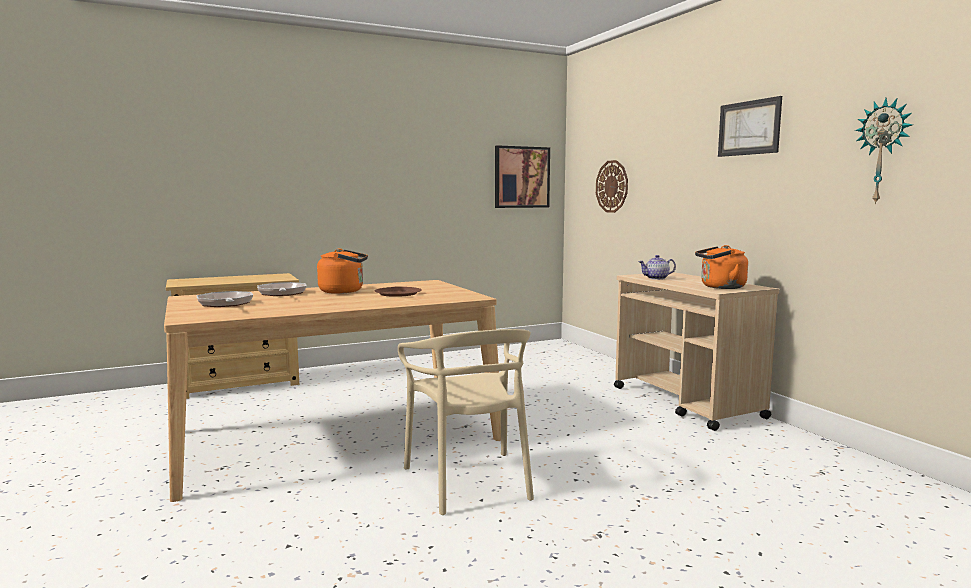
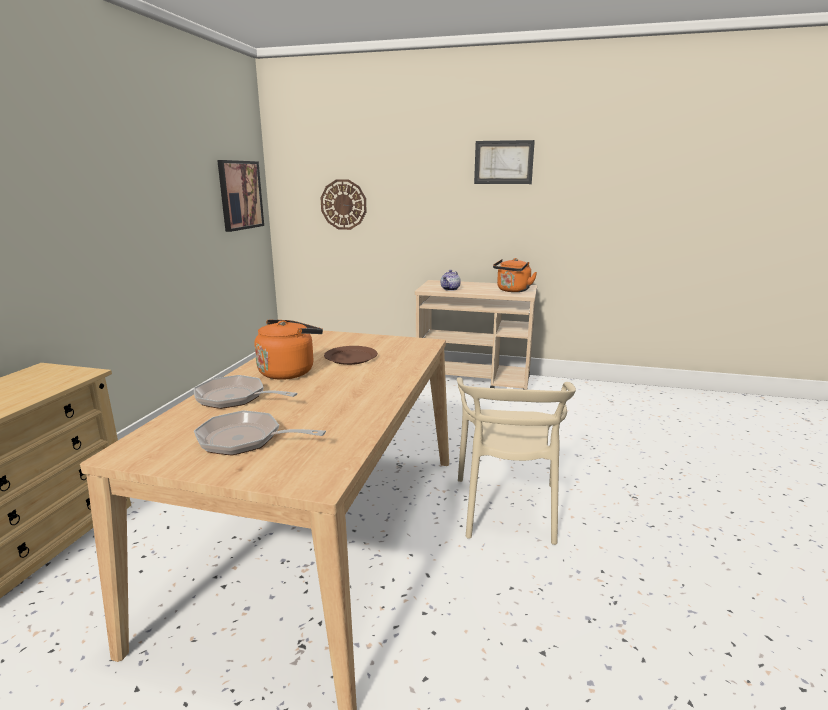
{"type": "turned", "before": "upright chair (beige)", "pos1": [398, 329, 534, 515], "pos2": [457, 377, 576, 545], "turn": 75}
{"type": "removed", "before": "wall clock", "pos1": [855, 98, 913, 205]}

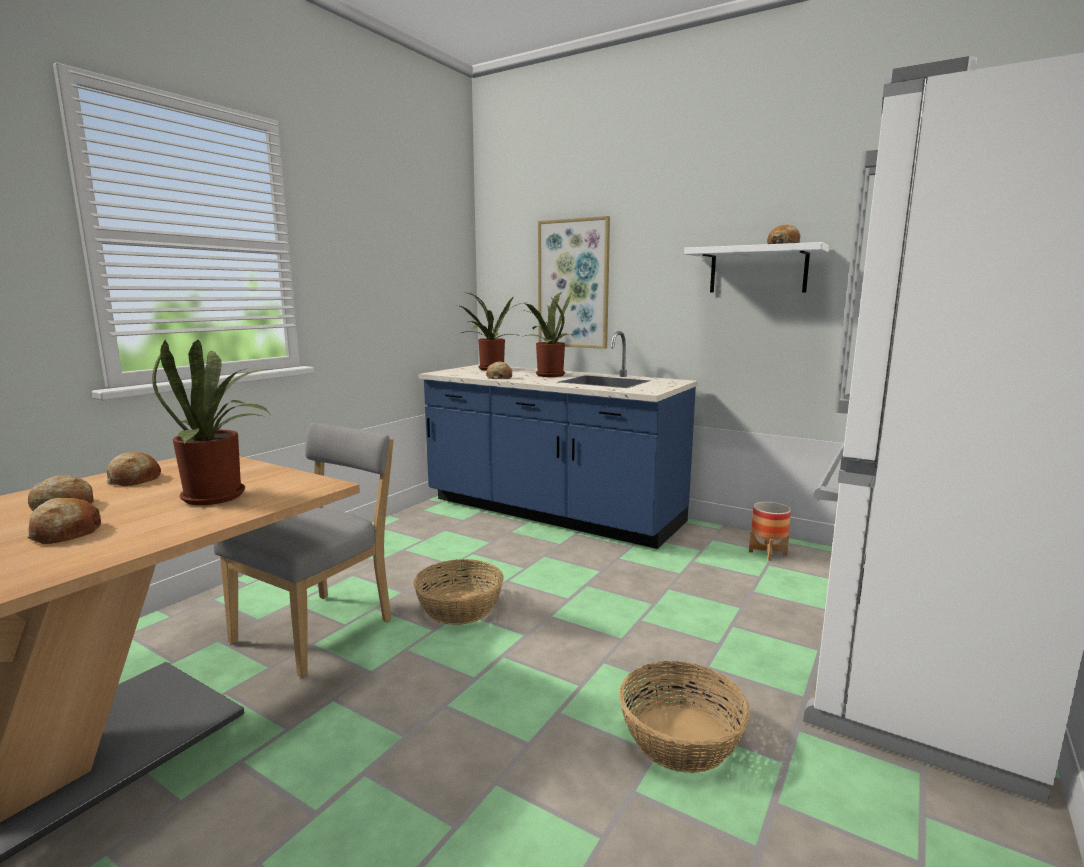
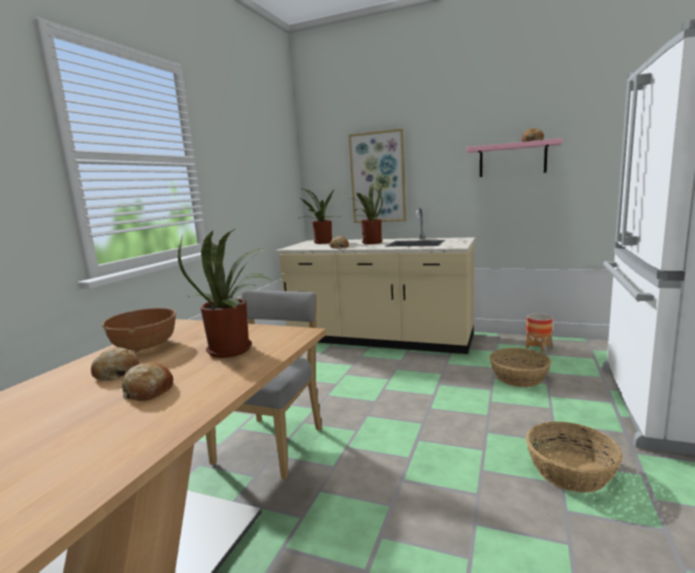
{"type": "replaced", "before": "baked bread", "after": "serving bowl (brown-coloured)", "pos1": [106, 452, 161, 486], "pos2": [102, 308, 176, 352]}
{"type": "recoloured", "before": "kitchen base unit (blue)", "after": "kitchen base unit (beige)", "pos1": [418, 331, 698, 549], "pos2": [275, 208, 475, 354]}
{"type": "recoloured", "before": "shelf (whitish)", "after": "shelf (pink)", "pos1": [684, 242, 829, 293], "pos2": [466, 138, 563, 177]}
{"type": "moved", "before": "storage basket", "pos1": [413, 559, 504, 625], "pos2": [489, 348, 551, 387]}

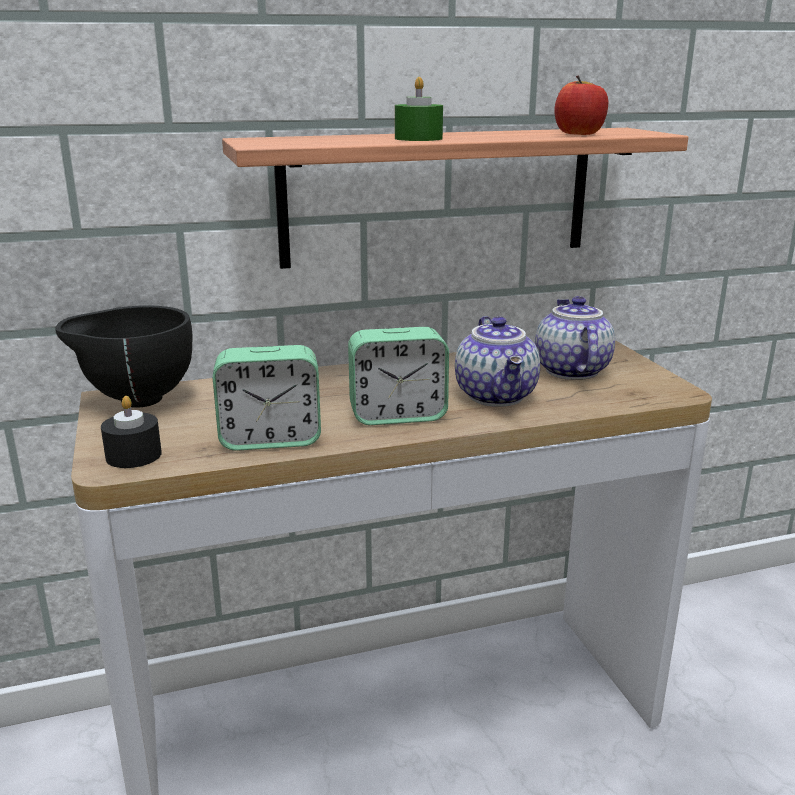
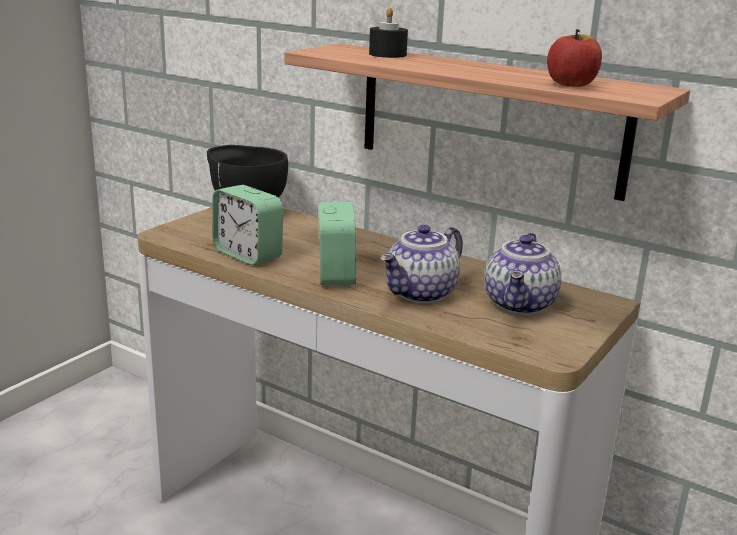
{"type": "turned", "before": "bedside clock", "pos1": [348, 327, 449, 425], "pos2": [319, 202, 356, 285], "turn": -135}
{"type": "moved", "before": "wax light (black)", "pos1": [101, 396, 162, 468], "pos2": [369, 7, 408, 58]}
{"type": "turned", "before": "teapot", "pos1": [535, 296, 615, 380], "pos2": [485, 233, 562, 315], "turn": 150}
{"type": "removed", "before": "wax light (greenish)", "pos1": [395, 77, 443, 141]}

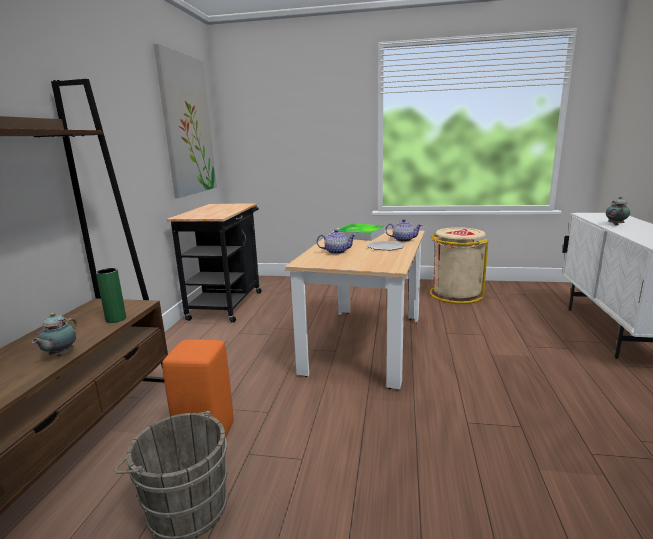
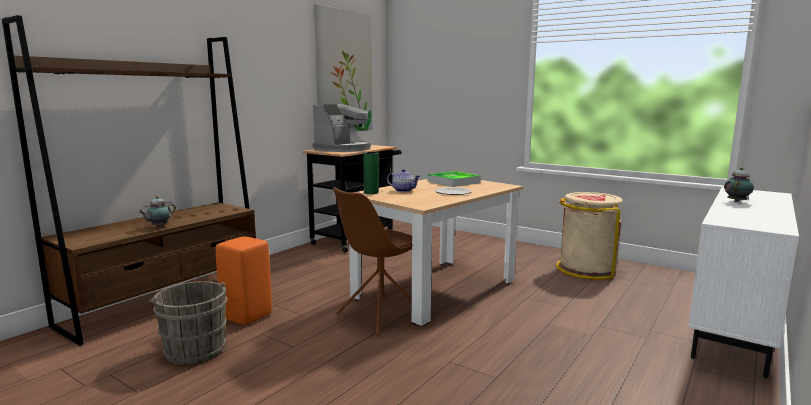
{"type": "added", "after": "coffee maker", "pos2": [312, 104, 371, 152]}
{"type": "added", "after": "upright chair (brown-coloured)", "pos2": [333, 187, 413, 336]}
{"type": "moved", "before": "decorative vase (greenish)", "pos1": [96, 268, 126, 323], "pos2": [363, 152, 379, 194]}
{"type": "removed", "before": "teapot", "pos1": [385, 219, 422, 242]}

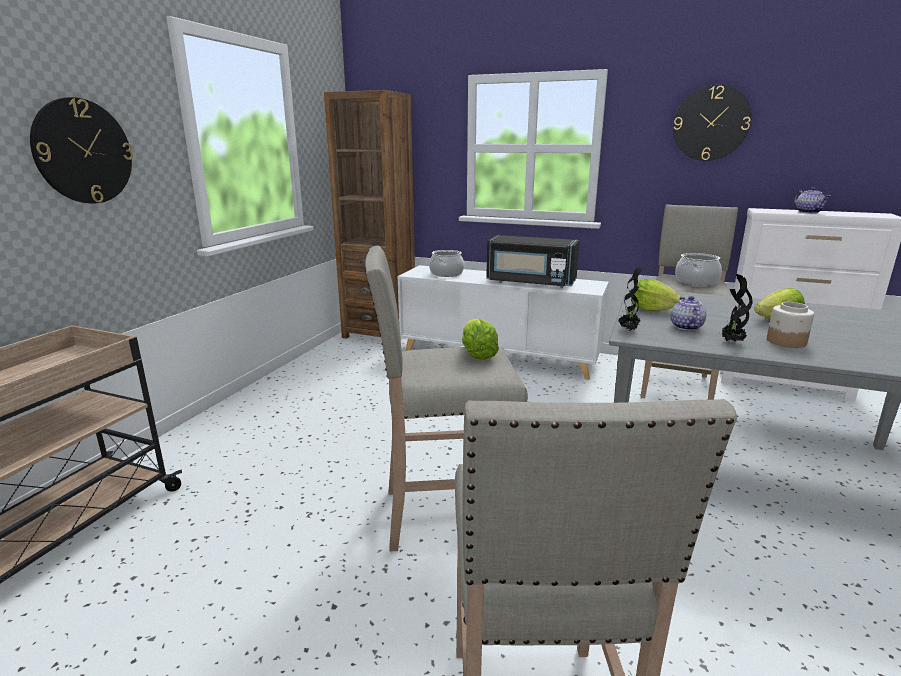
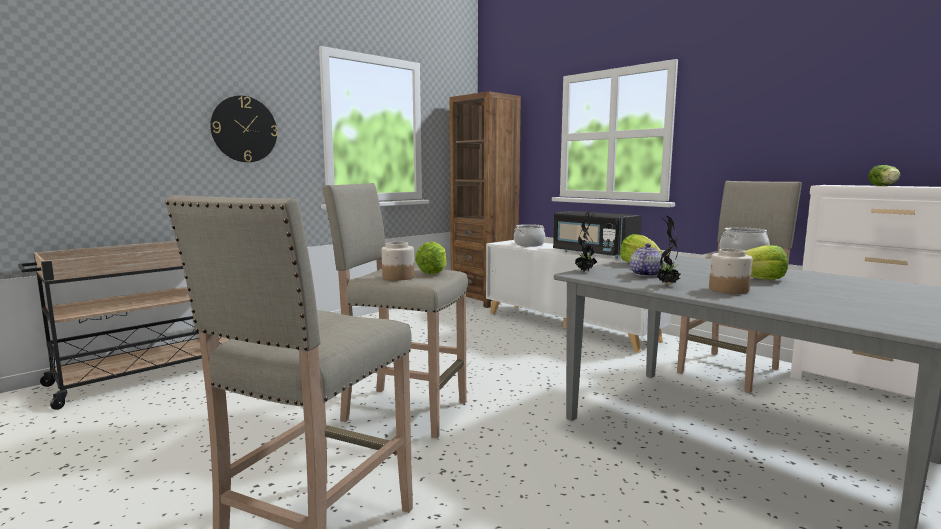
{"type": "added", "after": "preserve jar", "pos2": [382, 242, 414, 281]}
{"type": "replaced", "before": "teapot", "after": "lettuce", "pos1": [794, 187, 831, 213], "pos2": [868, 165, 900, 186]}
{"type": "removed", "before": "wall clock", "pos1": [673, 85, 751, 161]}

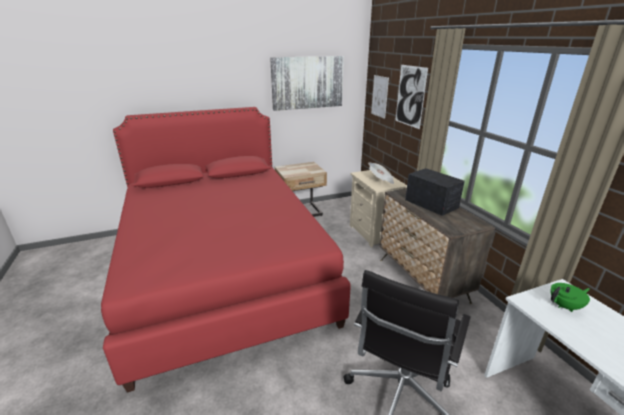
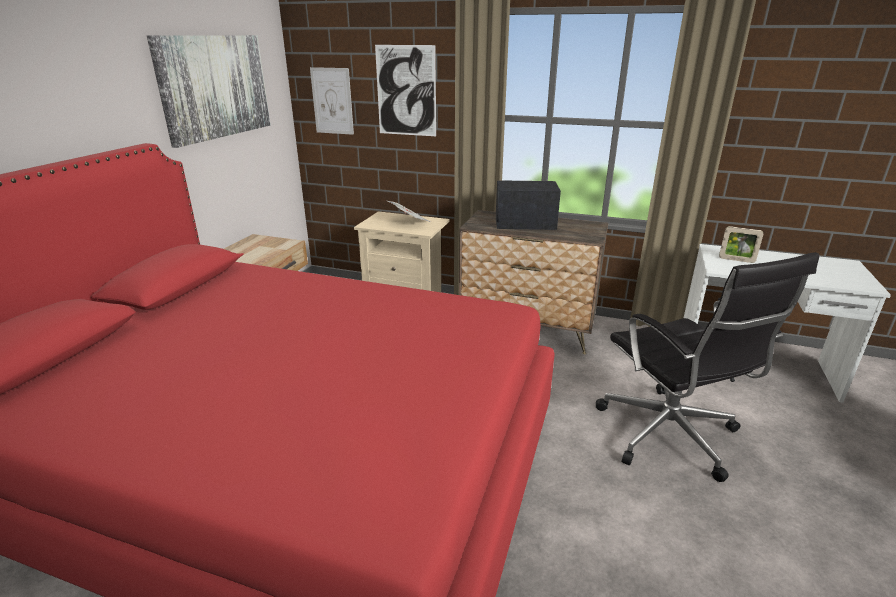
{"type": "replaced", "before": "teapot (greenish)", "after": "standing frame", "pos1": [551, 283, 590, 312], "pos2": [719, 226, 763, 263]}

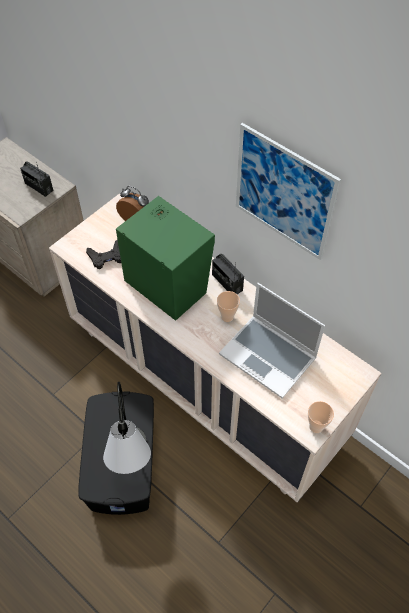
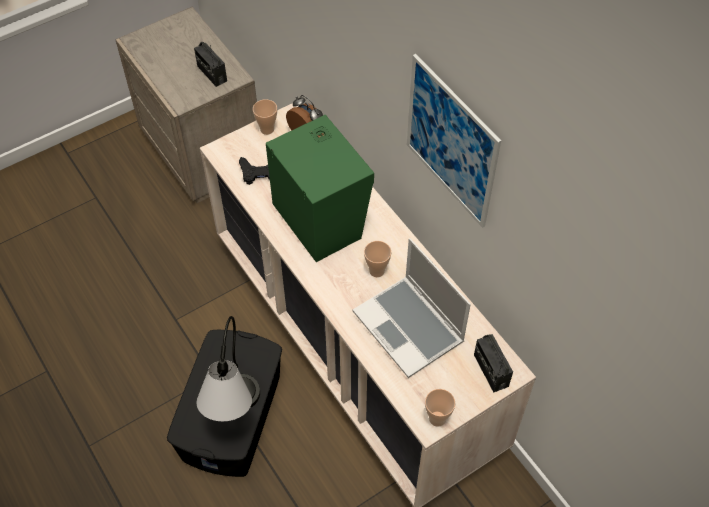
{"type": "added", "after": "cup", "pos2": [253, 99, 277, 135]}
{"type": "moved", "before": "radio", "pos1": [212, 254, 244, 294], "pos2": [474, 334, 513, 392]}

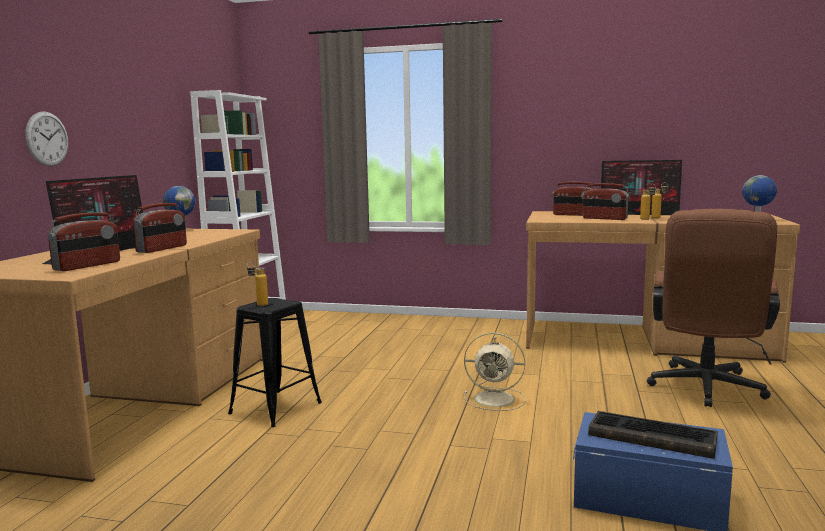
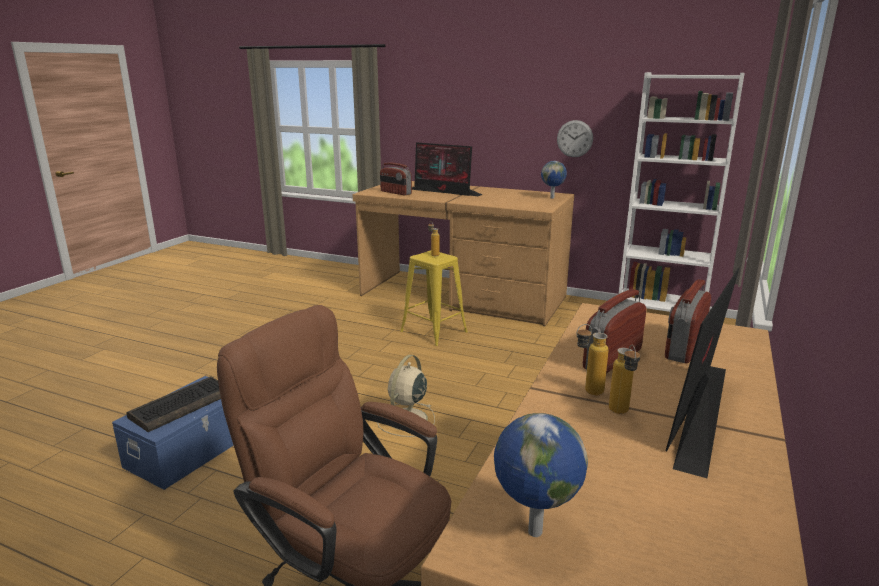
{"type": "recoloured", "before": "stool (black)", "after": "stool (yellow-coloured)", "pos1": [228, 298, 322, 427], "pos2": [400, 251, 468, 346]}
{"type": "moved", "before": "wall clock", "pos1": [25, 111, 68, 167], "pos2": [557, 120, 593, 157]}
{"type": "removed", "before": "radio", "pos1": [133, 203, 187, 253]}

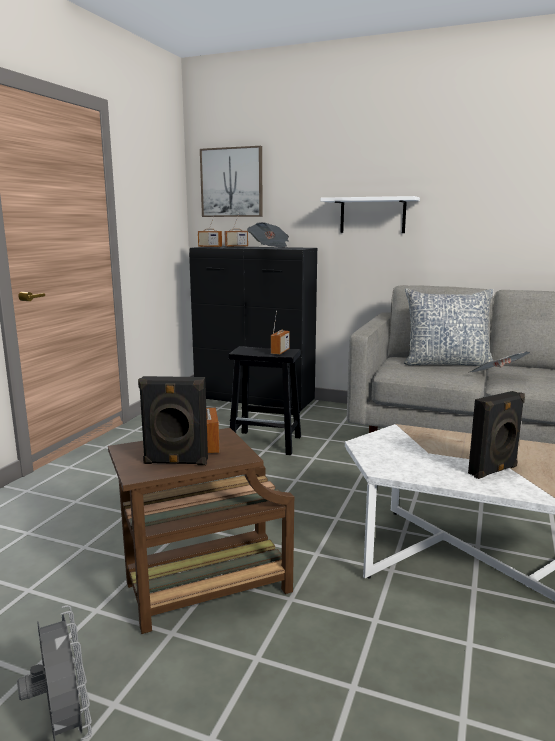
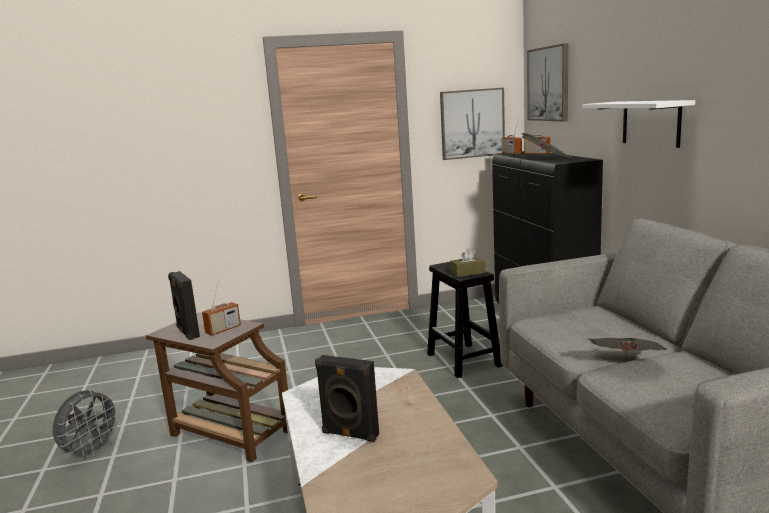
{"type": "added", "after": "wall art", "pos2": [440, 88, 505, 160]}
{"type": "replaced", "before": "radio", "after": "tissue box (brown-coloured)", "pos1": [271, 311, 290, 355], "pos2": [450, 248, 485, 277]}
{"type": "removed", "before": "pillow", "pos1": [404, 288, 493, 366]}

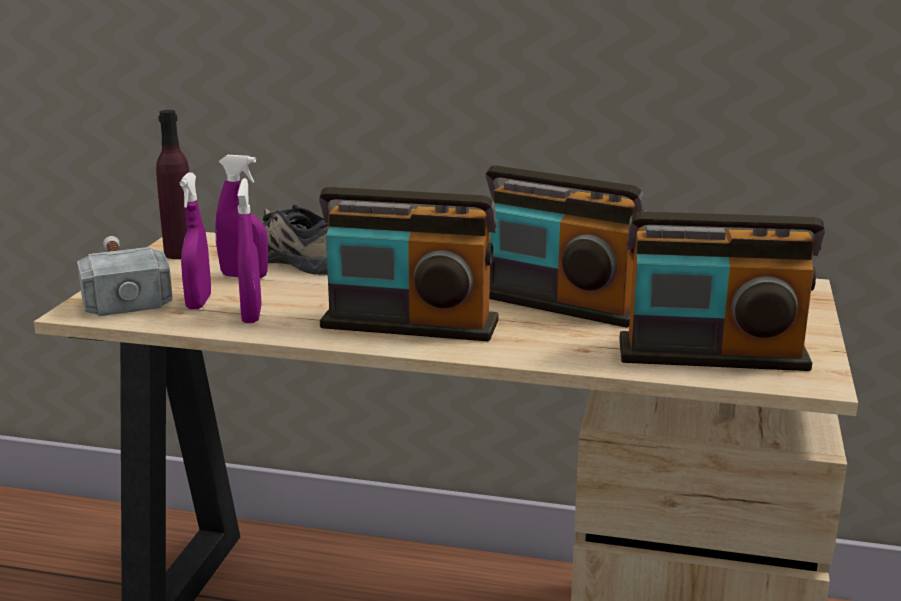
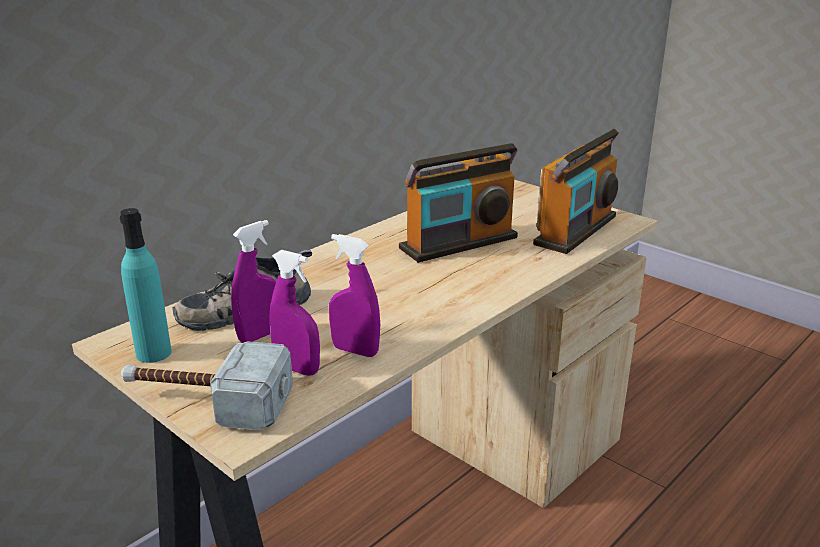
{"type": "recoloured", "before": "beverage bottle (purplish)", "after": "beverage bottle (turquoise-coloured)", "pos1": [156, 110, 189, 259], "pos2": [120, 208, 172, 363]}
{"type": "removed", "before": "radio", "pos1": [319, 187, 499, 341]}

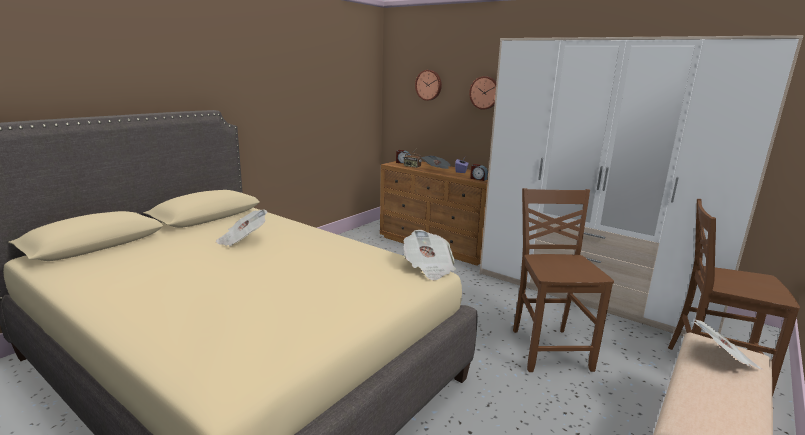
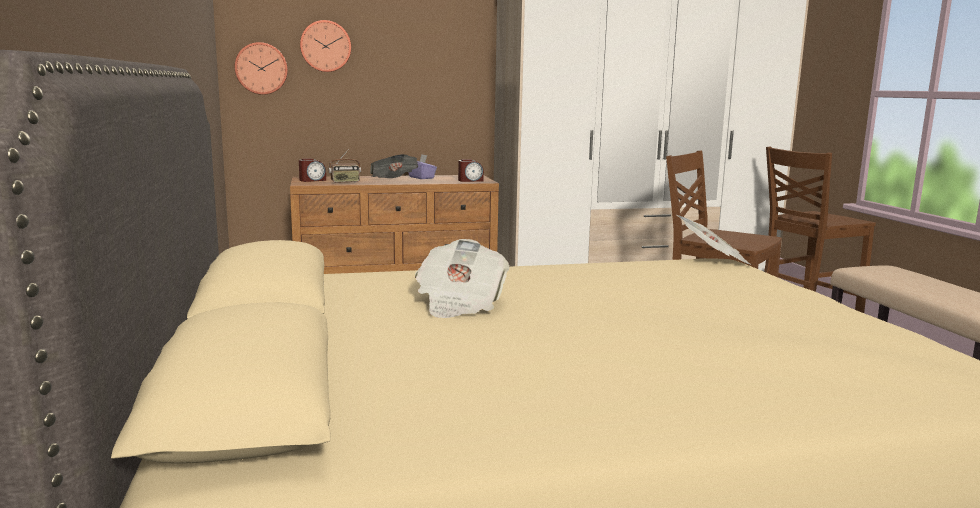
{"type": "moved", "before": "wall clock", "pos1": [469, 76, 497, 109], "pos2": [235, 42, 288, 95]}
{"type": "removed", "before": "printed paper", "pos1": [694, 320, 763, 370]}

